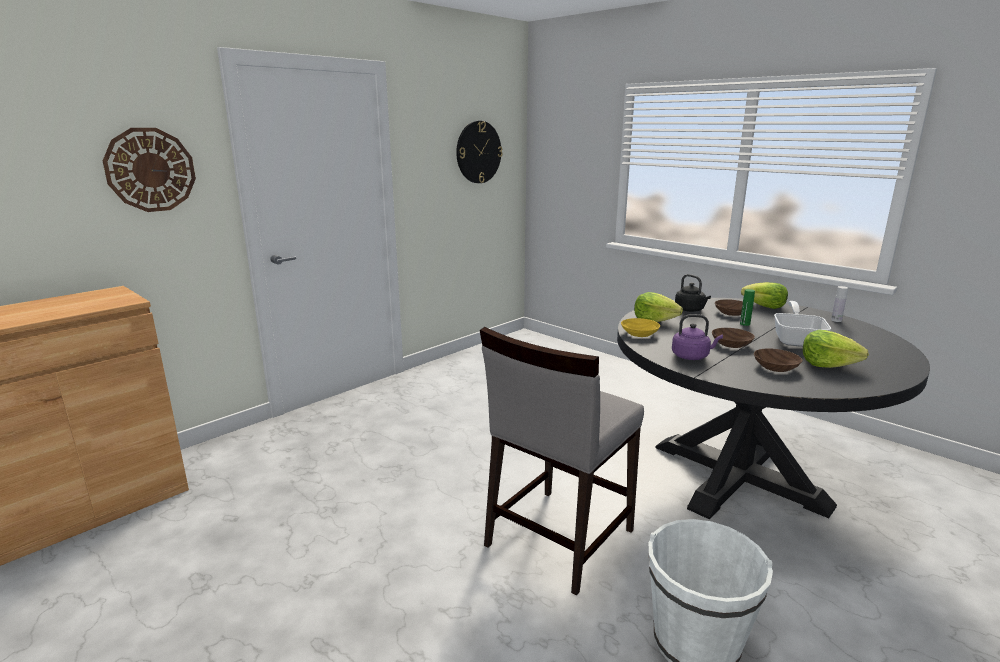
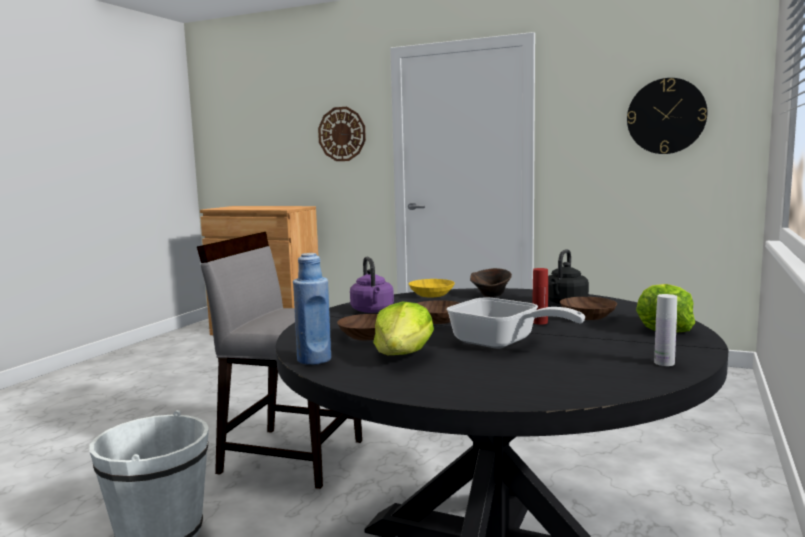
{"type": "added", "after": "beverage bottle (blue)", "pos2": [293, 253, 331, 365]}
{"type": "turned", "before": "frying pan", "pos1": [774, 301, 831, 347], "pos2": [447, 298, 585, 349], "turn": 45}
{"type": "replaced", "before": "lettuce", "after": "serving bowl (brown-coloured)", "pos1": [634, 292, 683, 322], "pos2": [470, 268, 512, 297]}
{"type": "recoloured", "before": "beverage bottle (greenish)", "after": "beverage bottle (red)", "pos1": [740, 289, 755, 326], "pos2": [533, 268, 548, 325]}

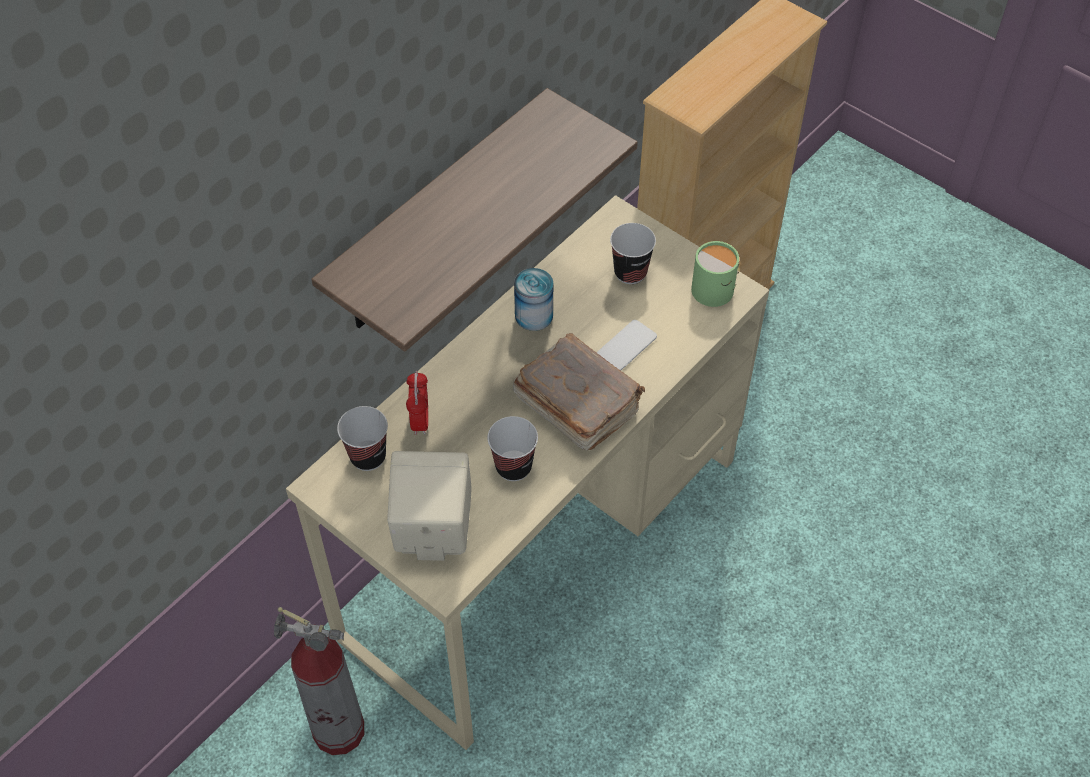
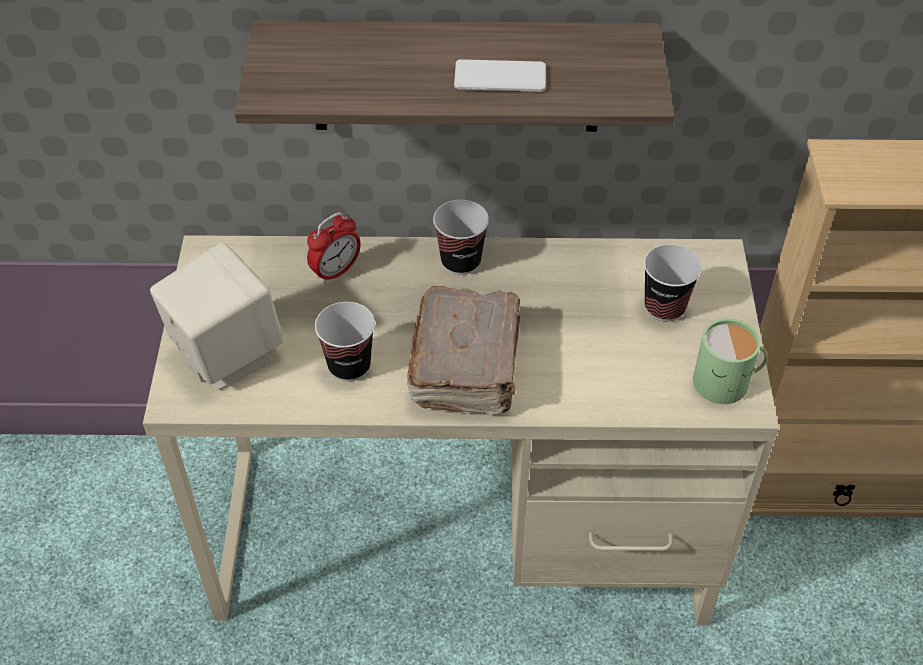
{"type": "moved", "before": "cup", "pos1": [337, 406, 388, 471], "pos2": [433, 200, 489, 275]}
{"type": "moved", "before": "telephone", "pos1": [596, 320, 657, 371], "pos2": [454, 59, 546, 92]}
{"type": "removed", "before": "extinguisher", "pos1": [274, 607, 364, 755]}
{"type": "removed", "before": "metal can", "pos1": [514, 268, 553, 331]}

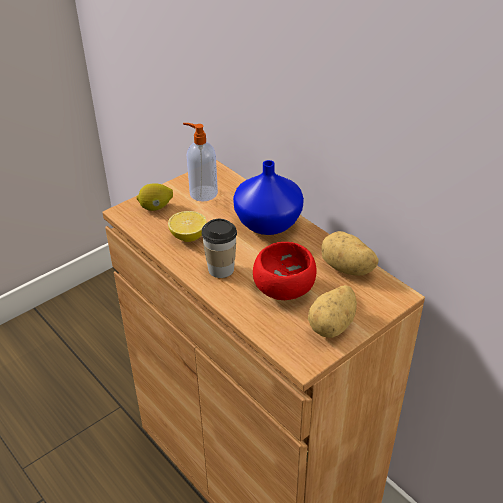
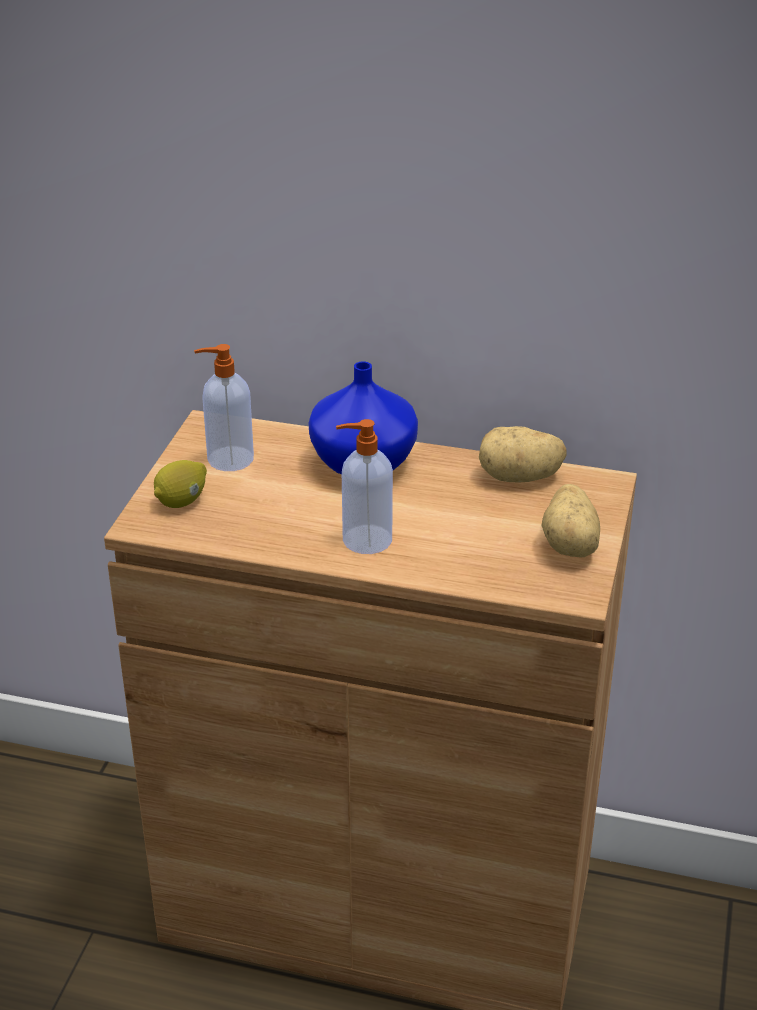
{"type": "replaced", "before": "cup", "after": "soap dispenser", "pos1": [202, 219, 237, 278], "pos2": [336, 419, 393, 554]}
{"type": "removed", "before": "lemon", "pos1": [168, 211, 207, 242]}
{"type": "removed", "before": "serving bowl (red)", "pos1": [253, 242, 316, 300]}

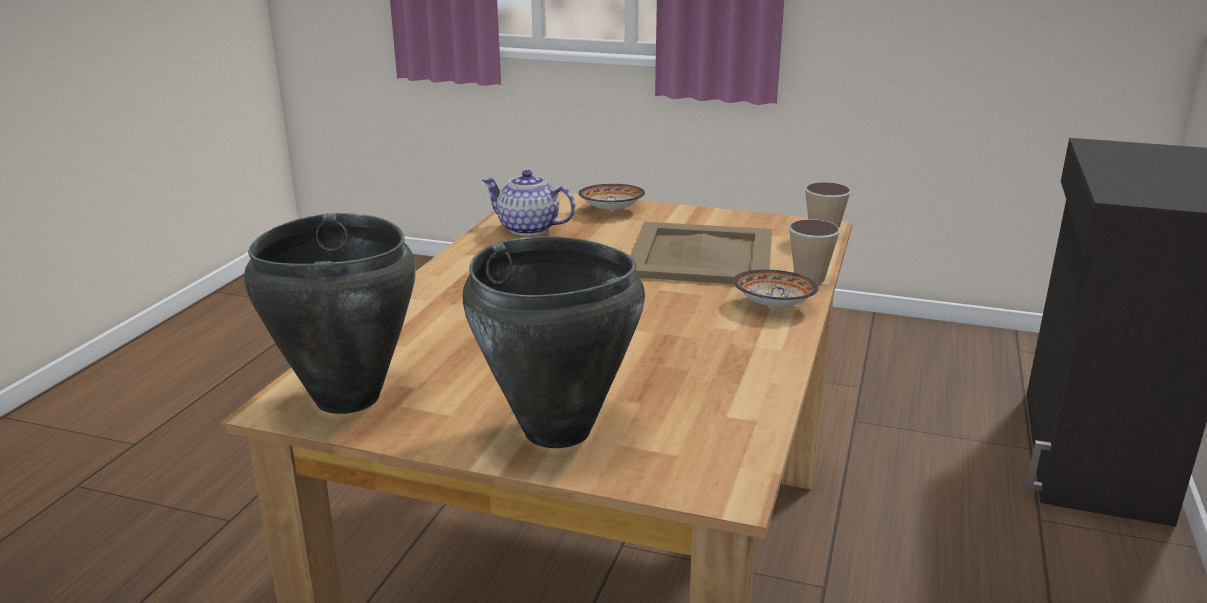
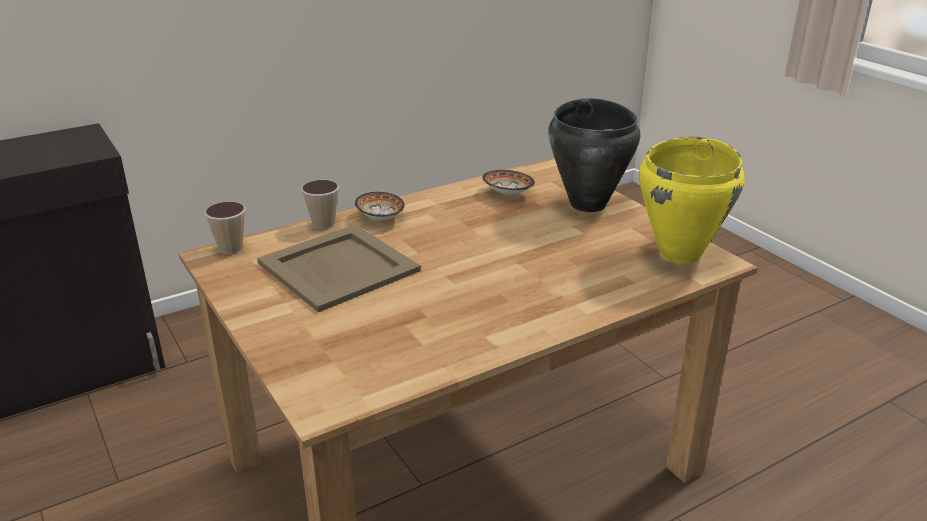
{"type": "moved", "before": "serving bowl", "pos1": [578, 184, 645, 211], "pos2": [482, 170, 535, 195]}
{"type": "recoloured", "before": "stockpot (black)", "after": "stockpot (yellow-coloured)", "pos1": [244, 213, 416, 414], "pos2": [639, 137, 745, 264]}
{"type": "removed", "before": "teapot", "pos1": [482, 170, 575, 236]}

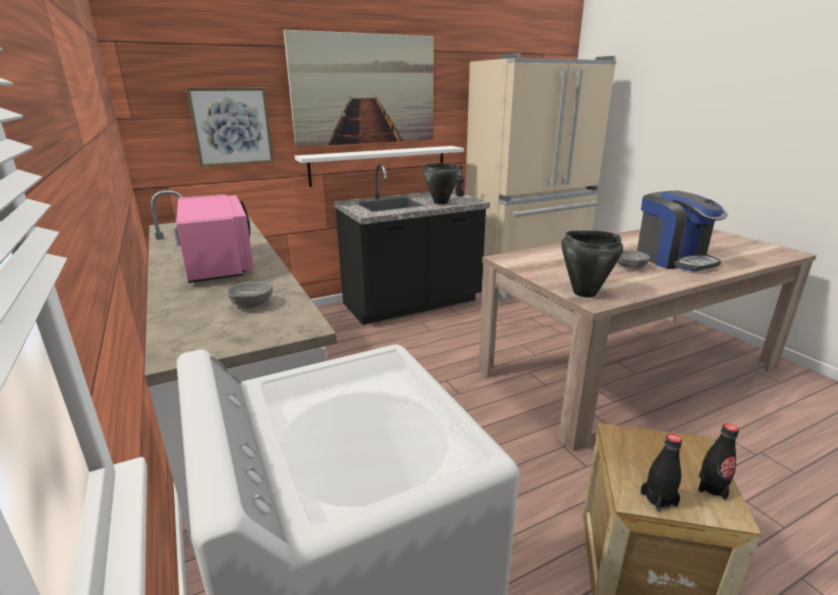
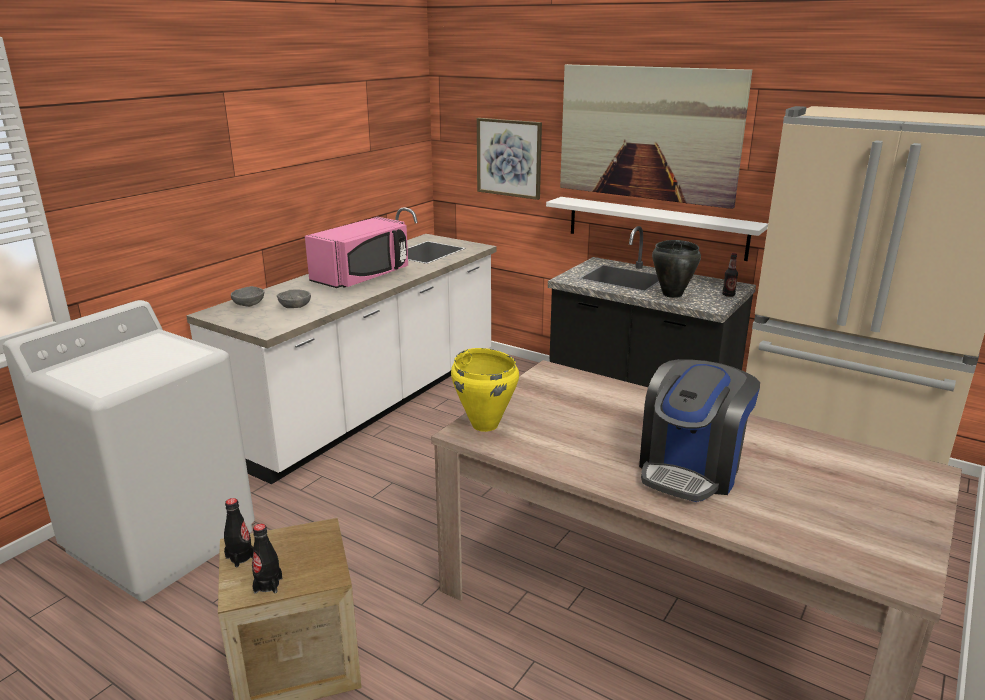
{"type": "moved", "before": "serving bowl (grey)", "pos1": [618, 250, 650, 269], "pos2": [231, 286, 264, 307]}
{"type": "recoloured", "before": "stockpot (black)", "after": "stockpot (yellow-coloured)", "pos1": [561, 230, 623, 297], "pos2": [451, 348, 519, 432]}

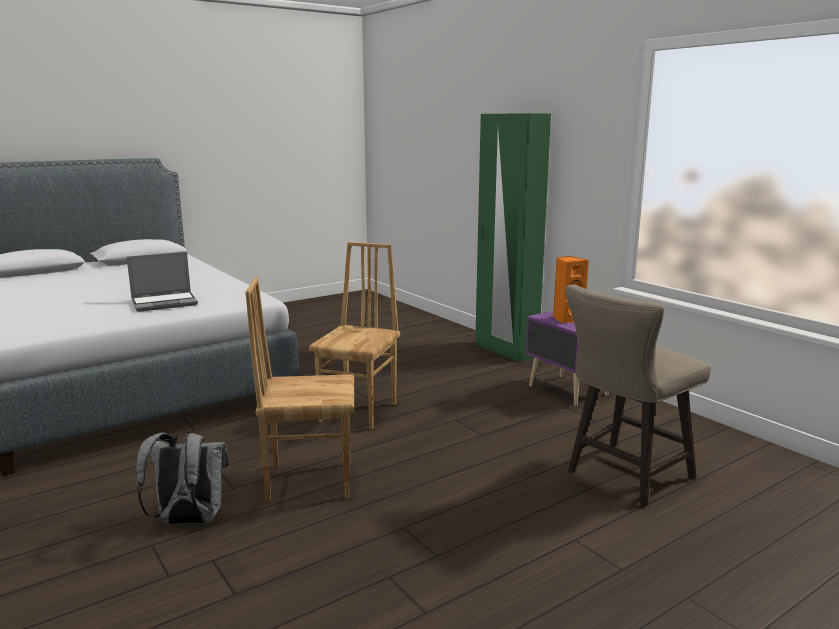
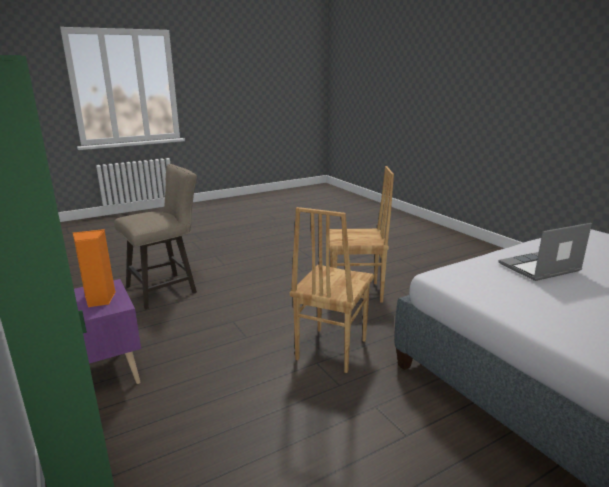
{"type": "removed", "before": "knapsack (grey)", "pos1": [136, 433, 229, 524]}

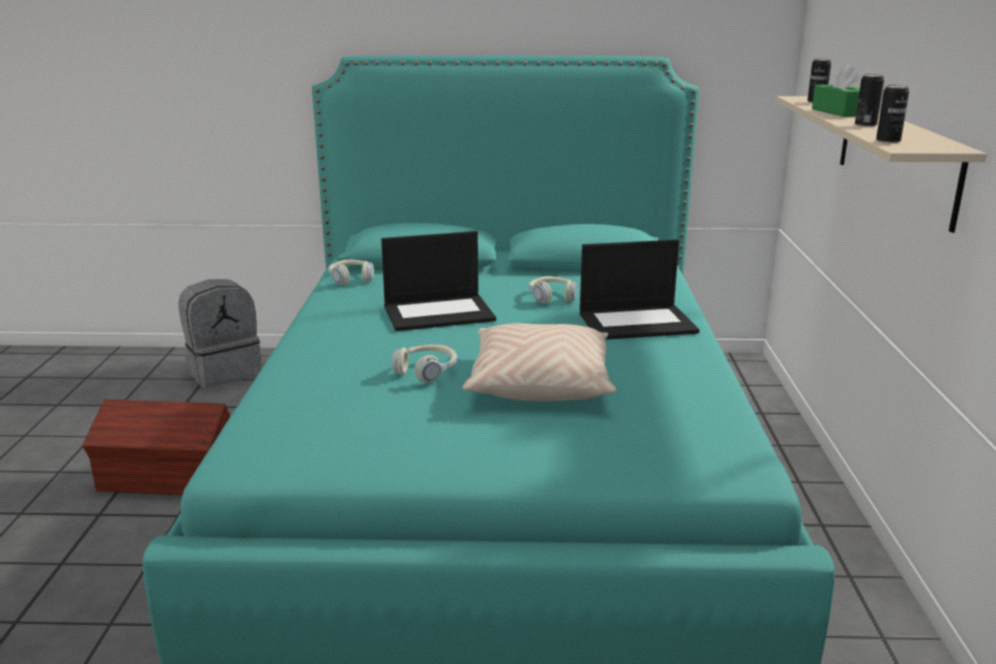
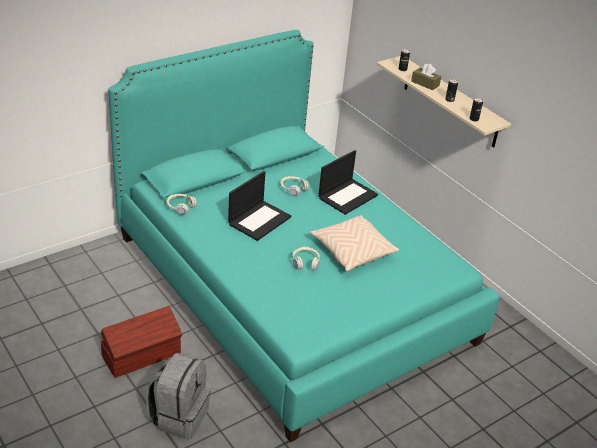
{"type": "moved", "before": "knapsack (grey)", "pos1": [178, 279, 261, 388], "pos2": [146, 353, 211, 439]}
{"type": "recoloured", "before": "tissue box (greenish)", "after": "tissue box (brown-coloured)", "pos1": [812, 64, 862, 117], "pos2": [411, 64, 441, 90]}

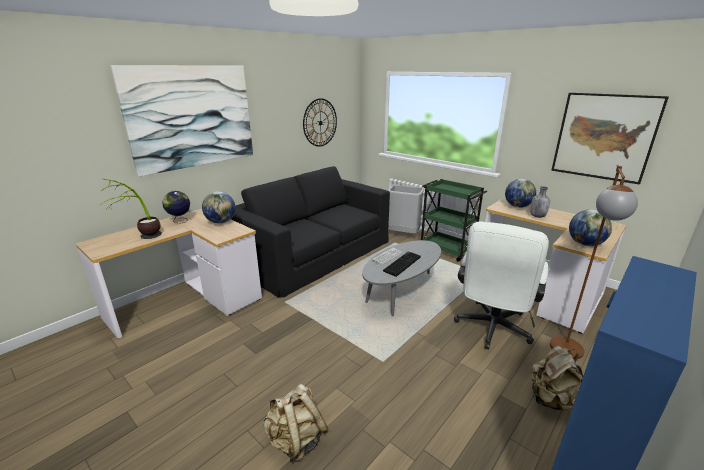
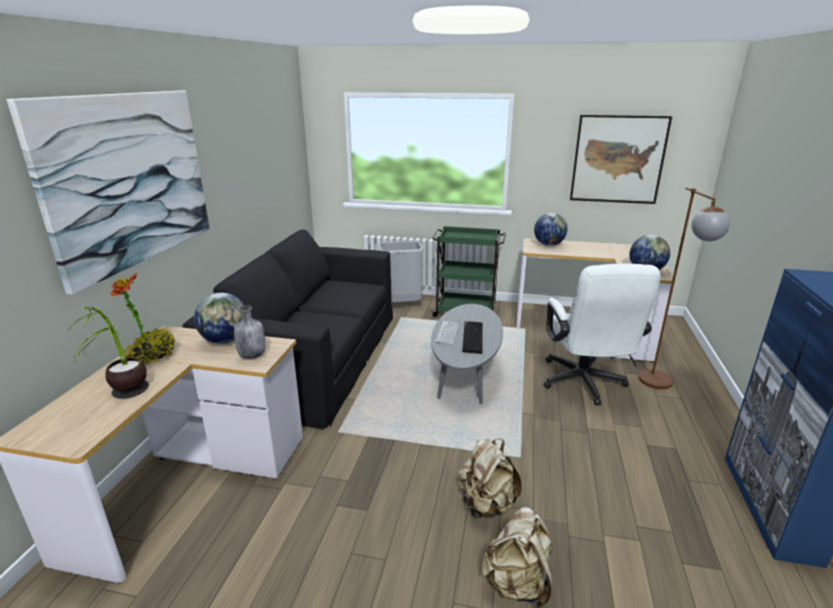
{"type": "replaced", "before": "globe", "after": "potted plant", "pos1": [163, 191, 190, 224], "pos2": [110, 273, 175, 365]}
{"type": "moved", "before": "beverage bottle (grey)", "pos1": [530, 186, 550, 218], "pos2": [234, 306, 265, 359]}
{"type": "moved", "before": "knapsack (beige)", "pos1": [531, 346, 583, 411], "pos2": [458, 438, 522, 518]}
{"type": "removed", "before": "wall clock", "pos1": [303, 98, 337, 147]}

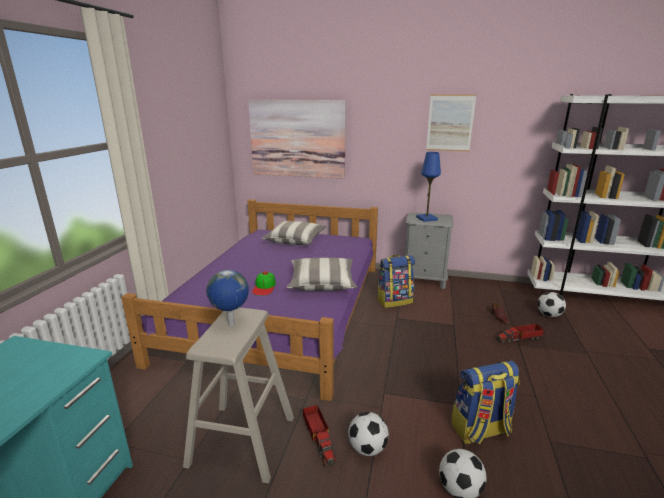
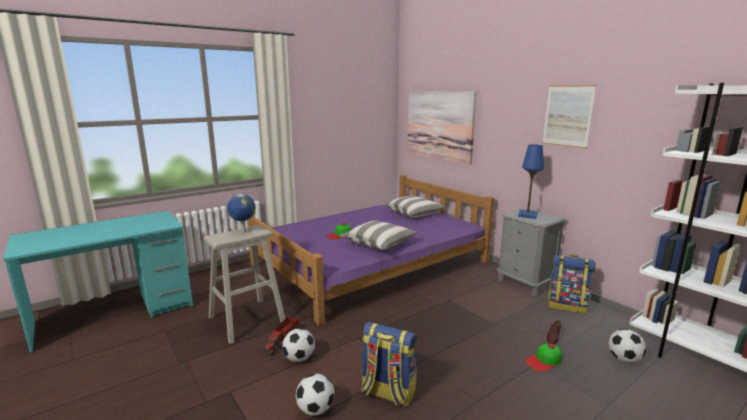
{"type": "replaced", "before": "toy lorry", "after": "cap", "pos1": [496, 324, 544, 344], "pos2": [526, 343, 562, 371]}
{"type": "moved", "before": "knapsack", "pos1": [377, 255, 415, 308], "pos2": [548, 255, 596, 314]}

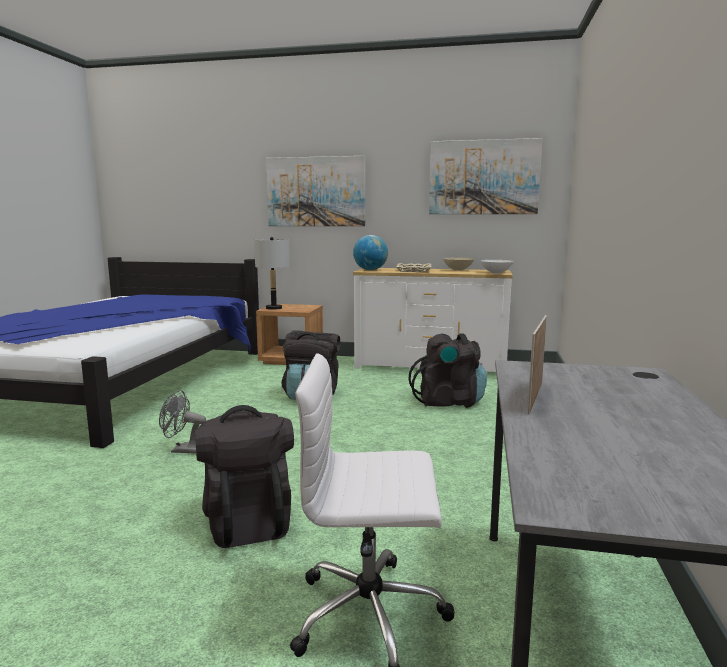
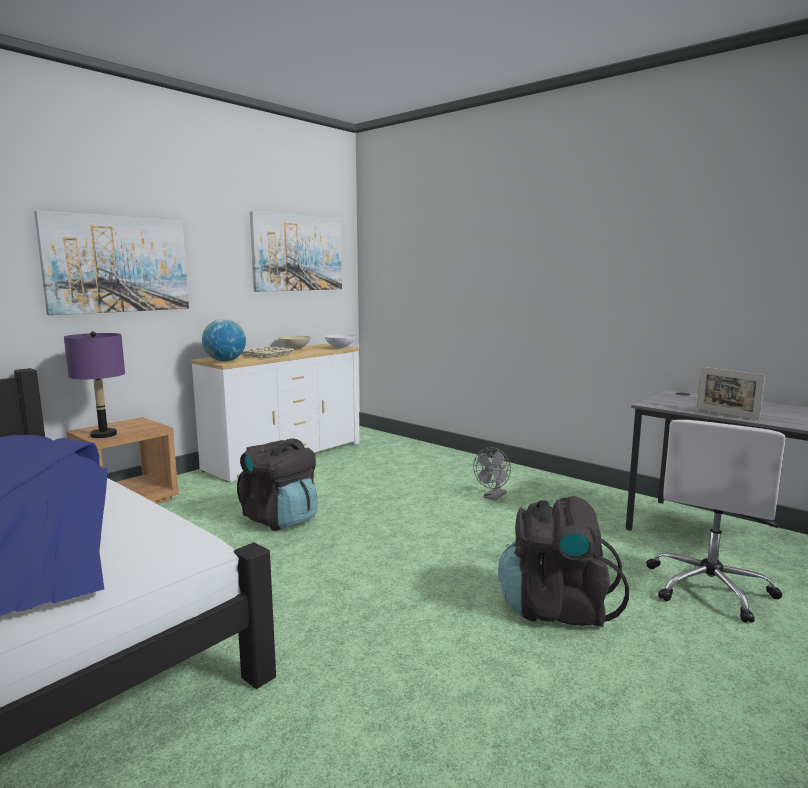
{"type": "recoloured", "before": "table lamp (grey)", "after": "table lamp (purplish)", "pos1": [254, 237, 290, 310], "pos2": [64, 331, 125, 438]}
{"type": "moved", "before": "electric fan (grey)", "pos1": [159, 390, 206, 454], "pos2": [473, 447, 511, 501]}
{"type": "removed", "before": "knapsack (black)", "pos1": [409, 333, 487, 408]}

